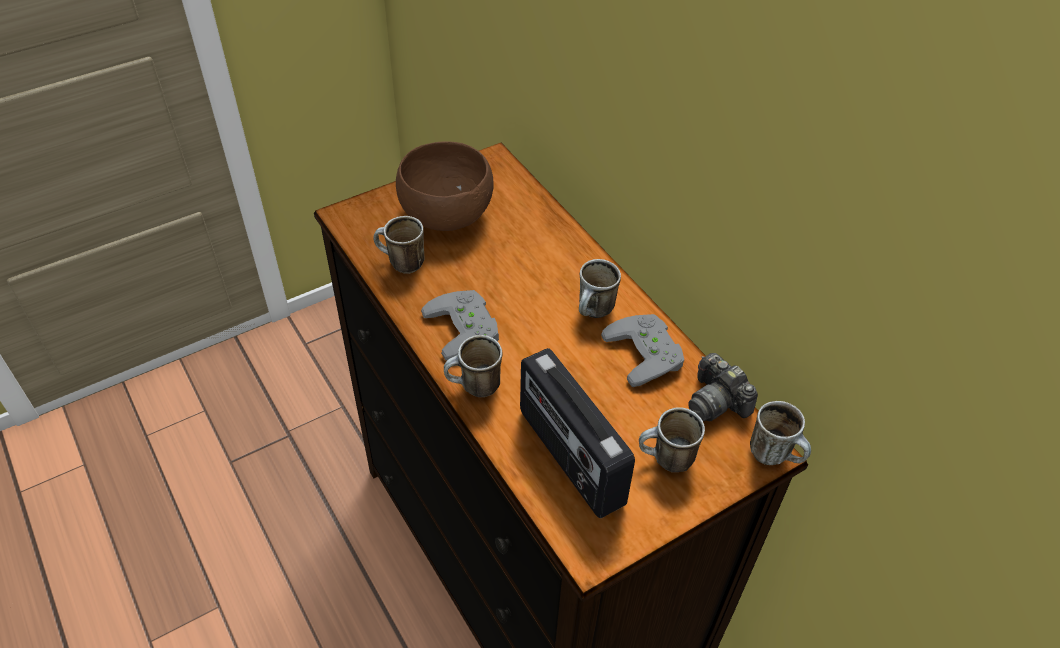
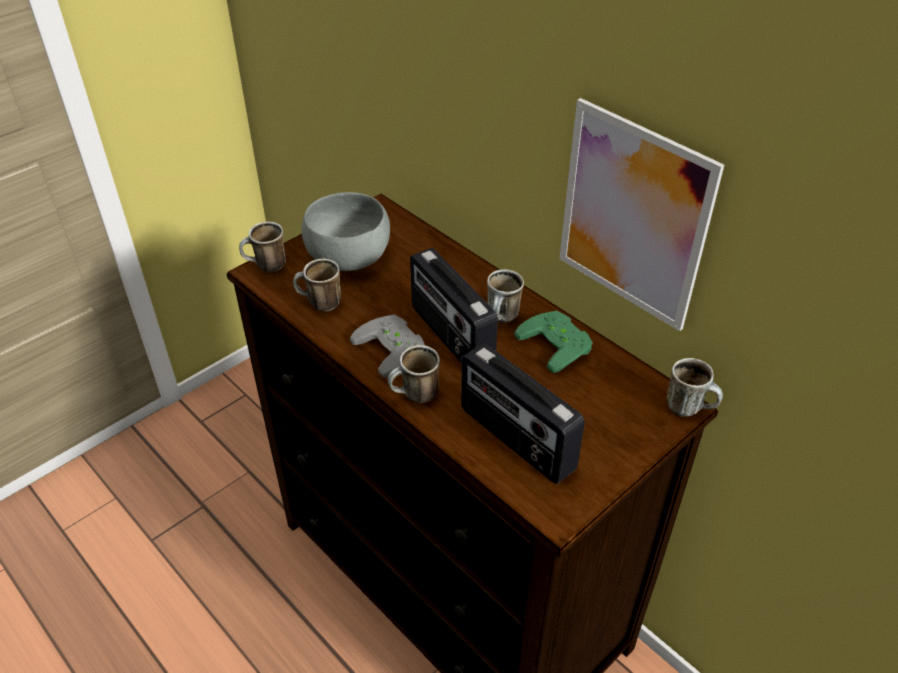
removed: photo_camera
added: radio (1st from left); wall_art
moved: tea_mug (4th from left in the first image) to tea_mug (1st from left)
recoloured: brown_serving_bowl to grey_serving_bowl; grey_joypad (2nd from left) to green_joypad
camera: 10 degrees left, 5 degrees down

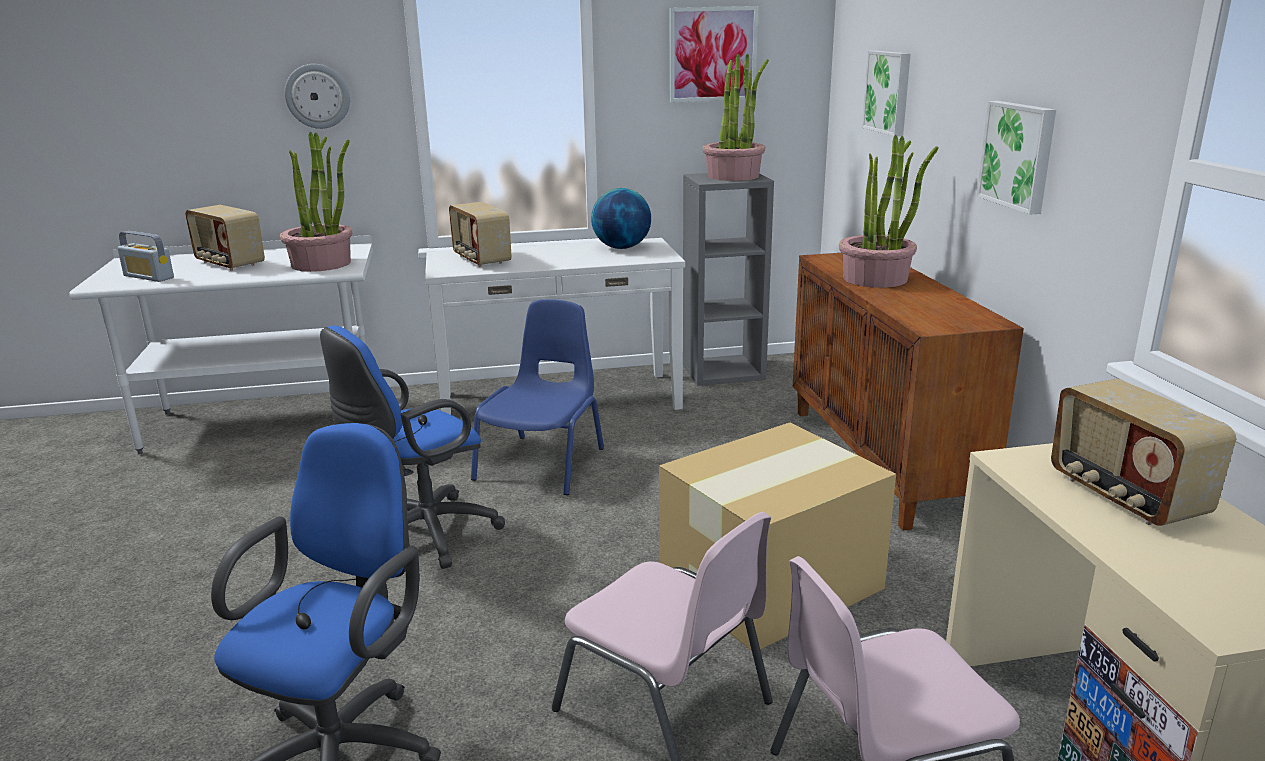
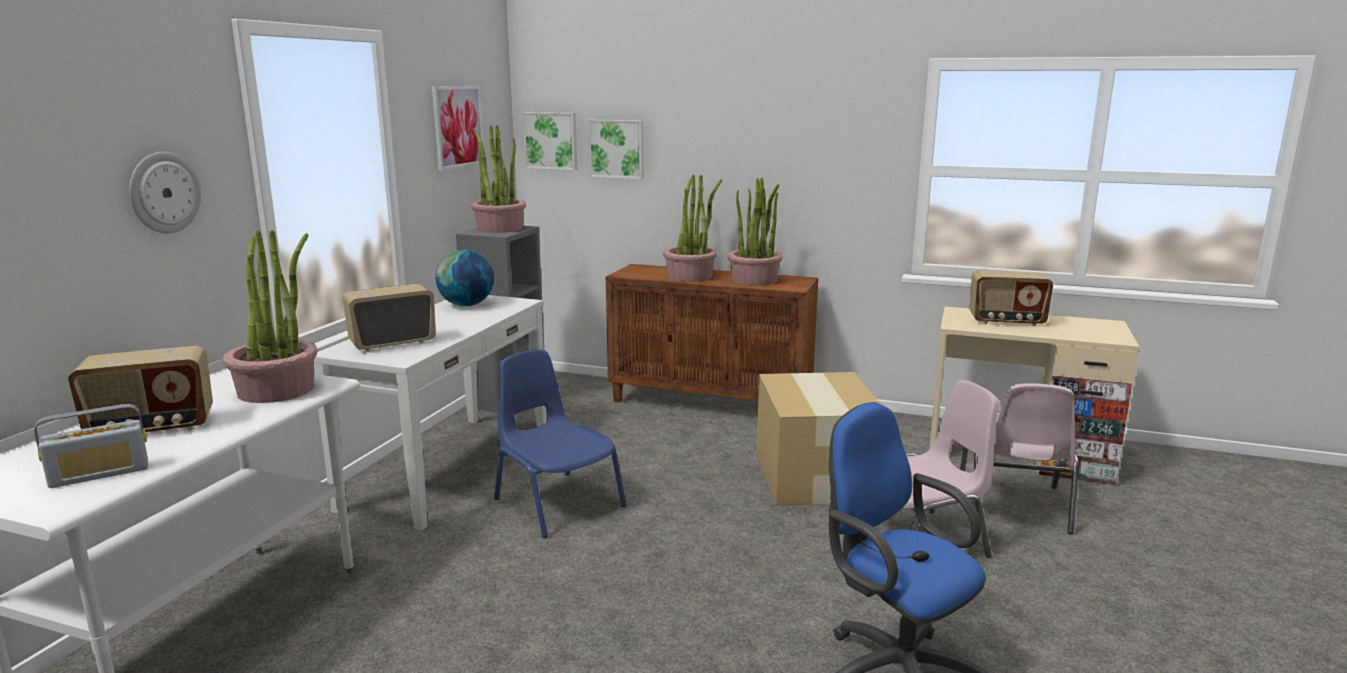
removed: blue-coloured_desk_chair (2nd from left)
added: plant_in_a_pot (4th from left)
moved: wall_art (3rd from left in the first image) to wall_art (2nd from left)
turned: radio (3rd from left) 150 degrees clockwise
camera: 60 degrees left, 5 degrees down

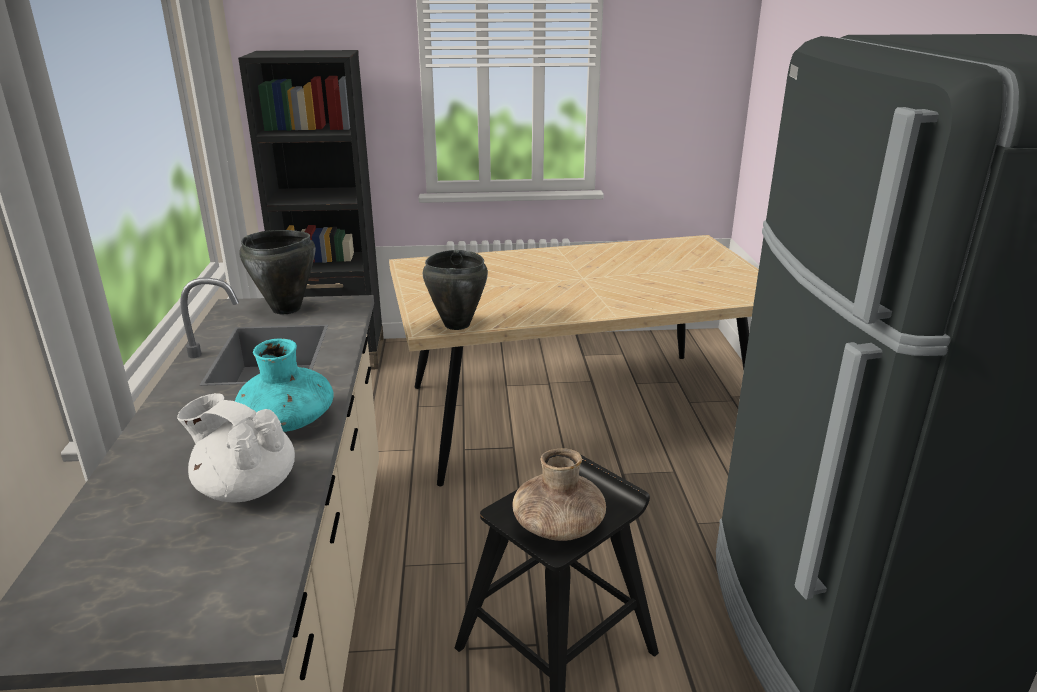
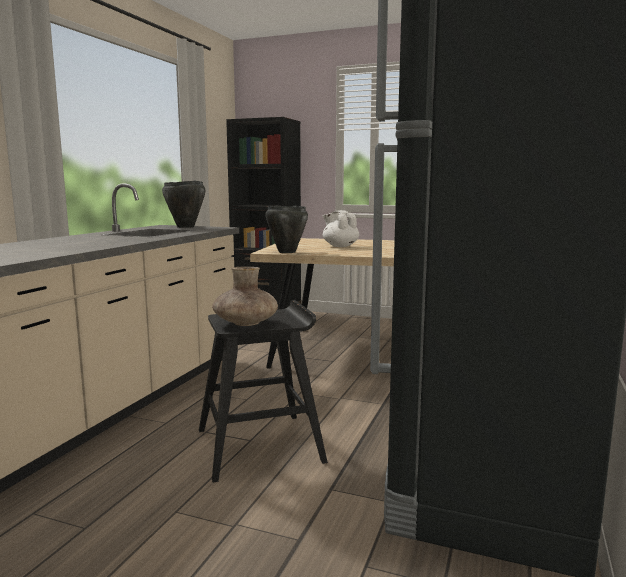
removed: turquoise_vase
moved: white_tea_pot
camera: 25 degrees right, 15 degrees down

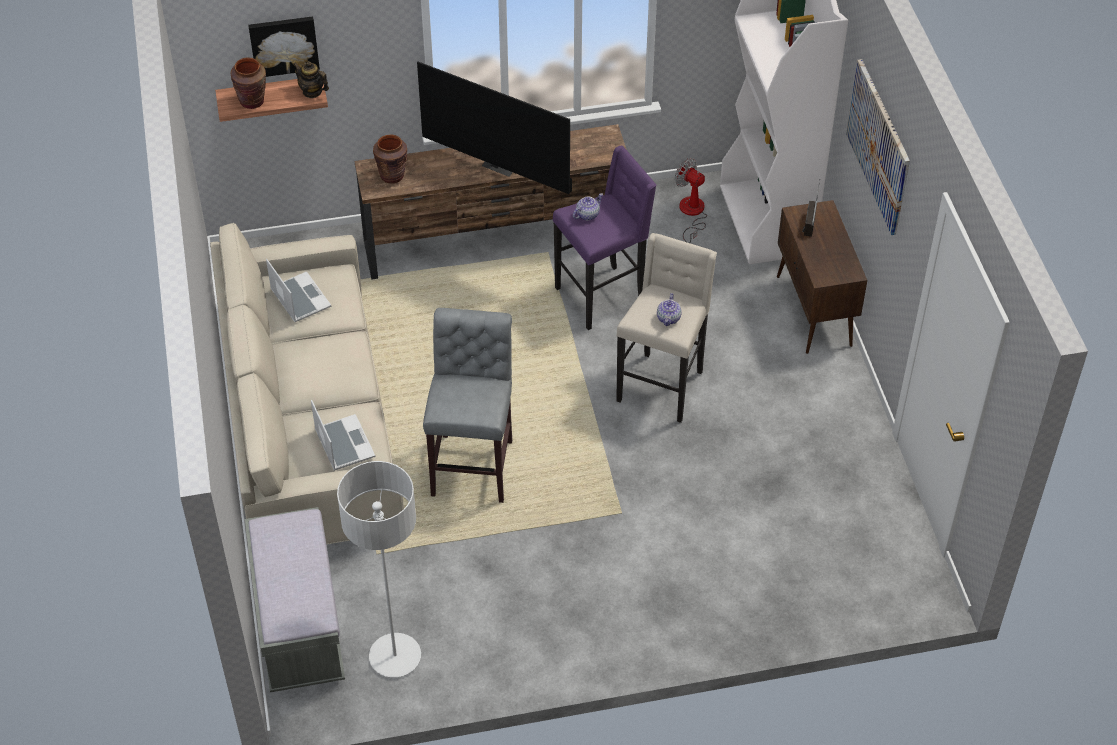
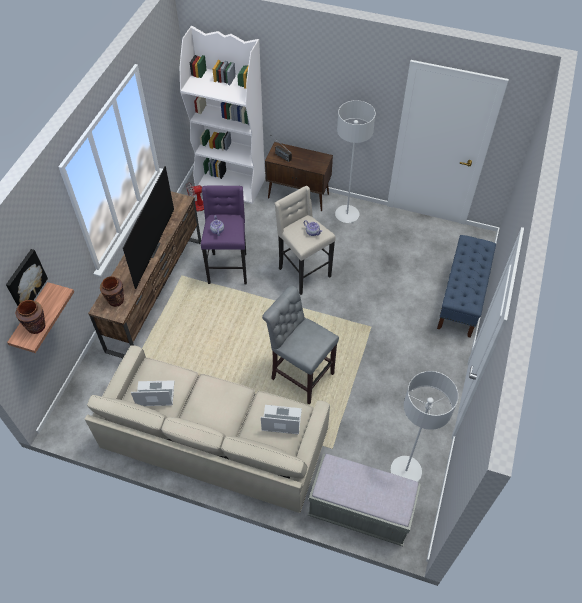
removed: tea_pot (1st from left); wall_art (2nd from left)
added: grey_standing_lamp (1st from left); blue-coloured_long_seat
turned: TV 45 degrees counterclockwise
camera: 60 degrees left, 5 degrees up

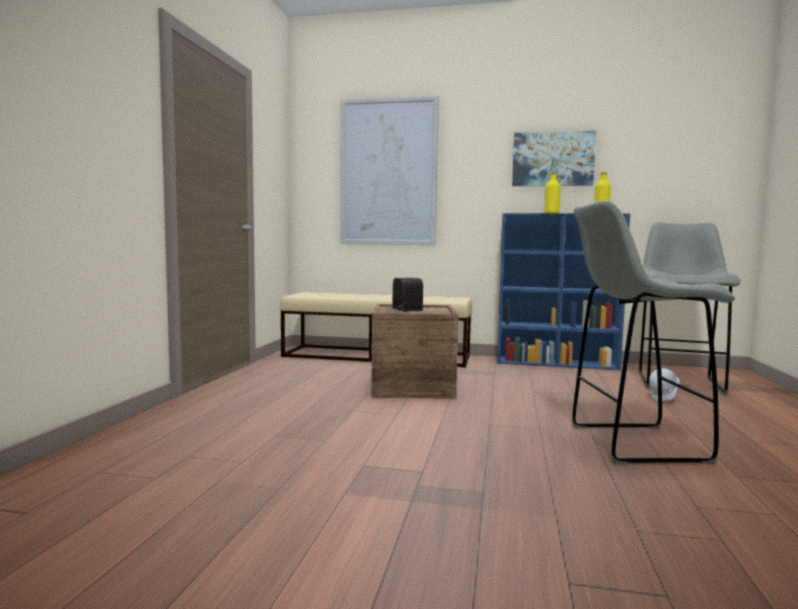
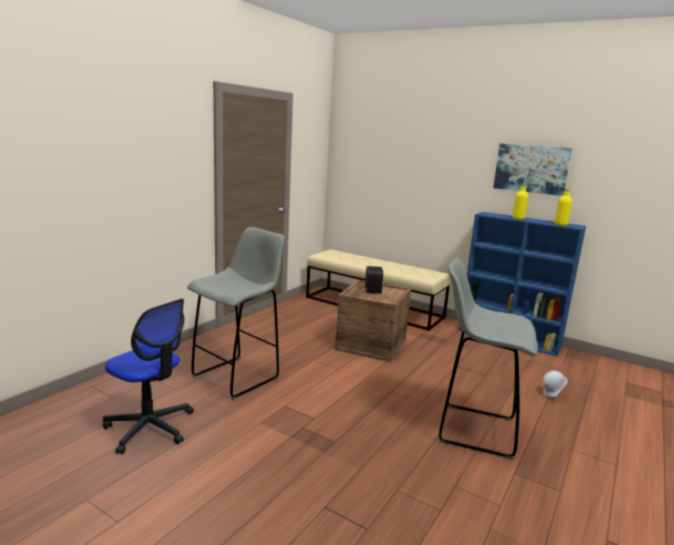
removed: wall_art (1st from left)
added: desk_chair
moved: grey_sitting_stool (2nd from left in the first image) to grey_sitting_stool (1st from left)
camera: 20 degrees right, 10 degrees up

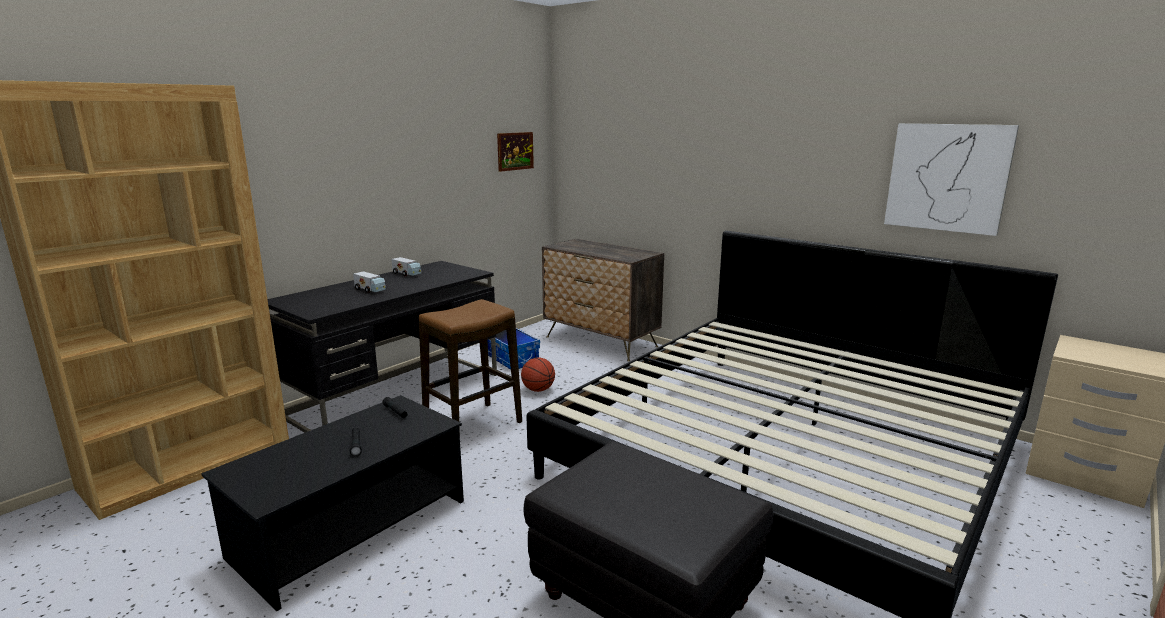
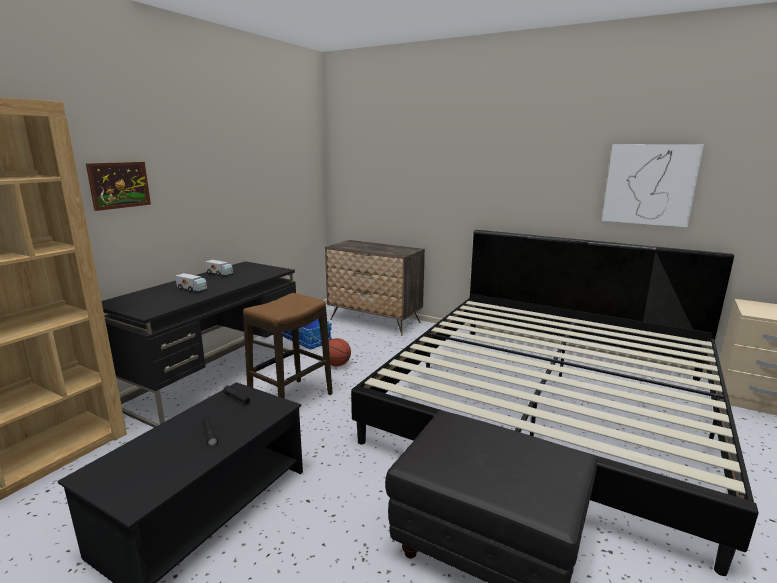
moved: wall_art (1st from left)
camera: 10 degrees left, 0 degrees up

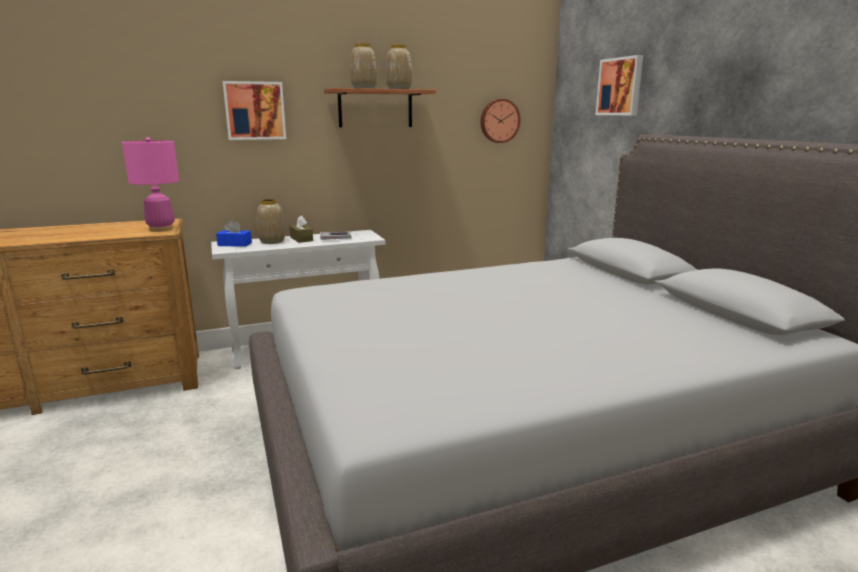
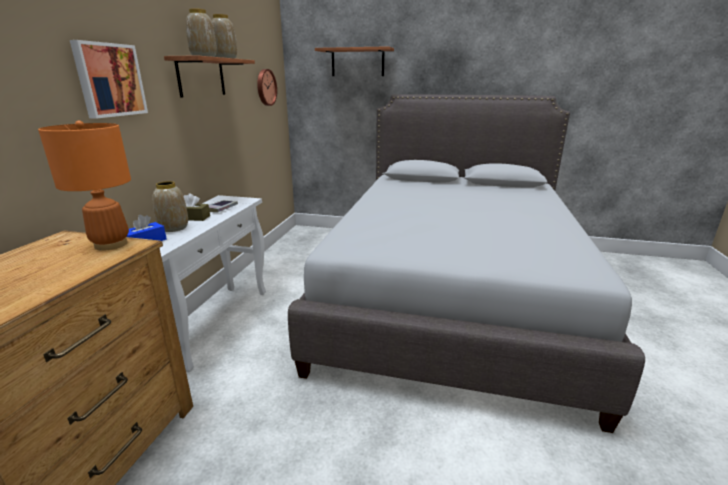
replaced: wall_art (2nd from left) to wall_shelf (2nd from left)
recoloured: pinkish_table_lamp to orangey_table_lamp
camera: 55 degrees left, 5 degrees up

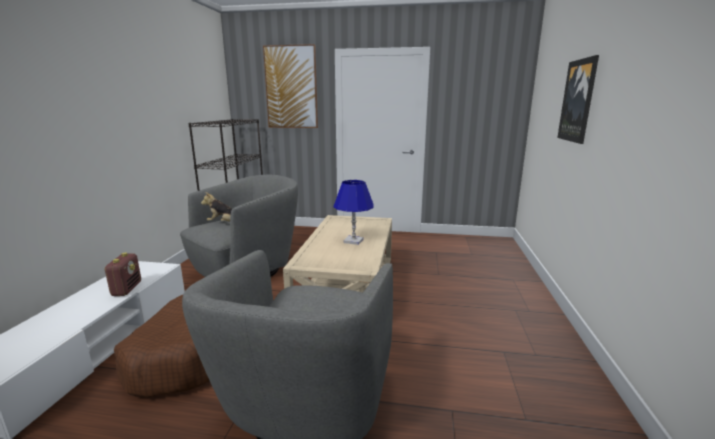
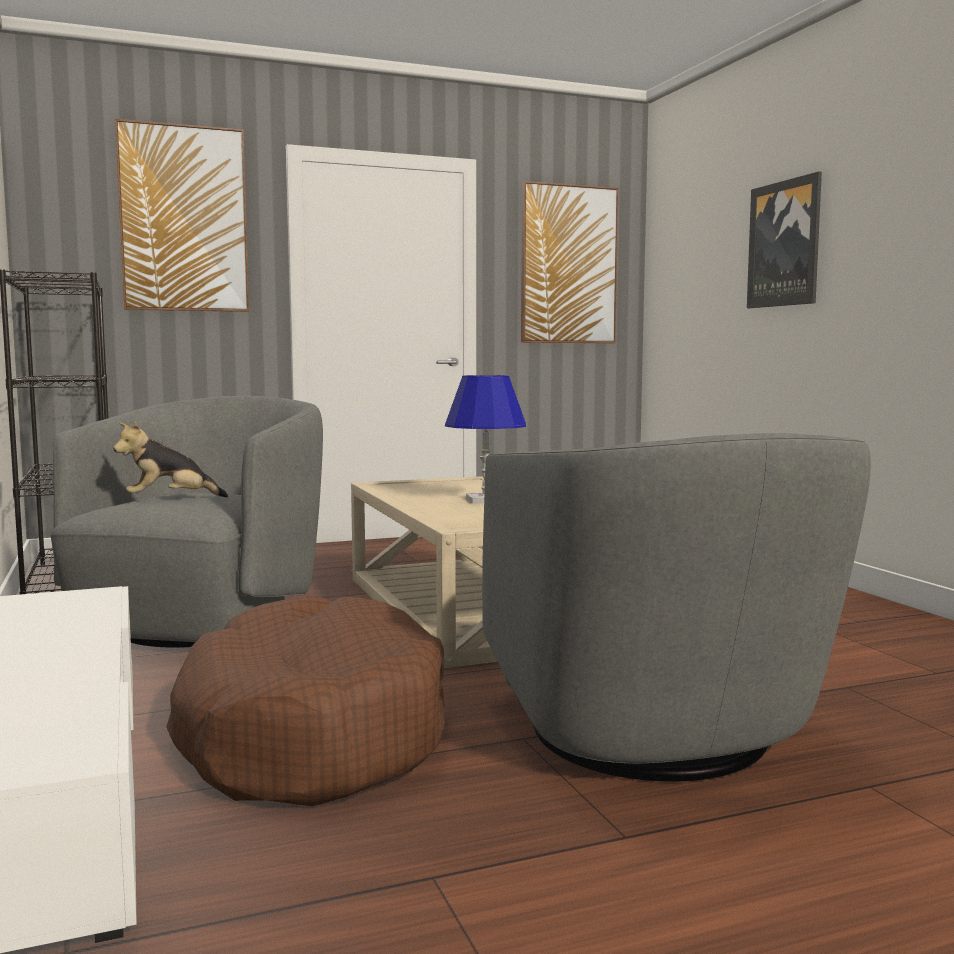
removed: radio
added: wall_art (2nd from left)
camera: 30 degrees left, 10 degrees down

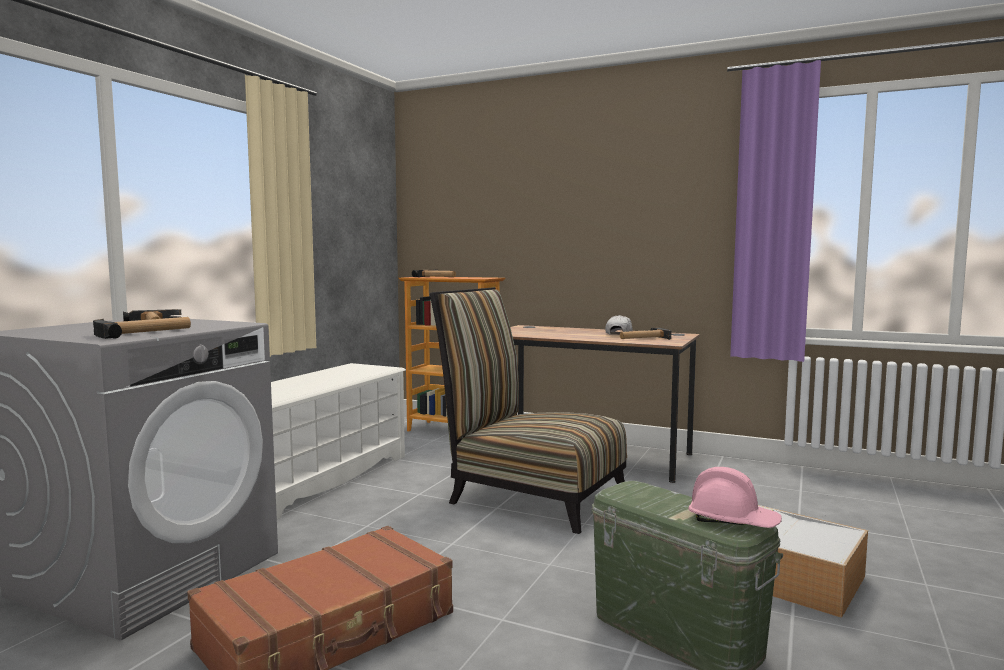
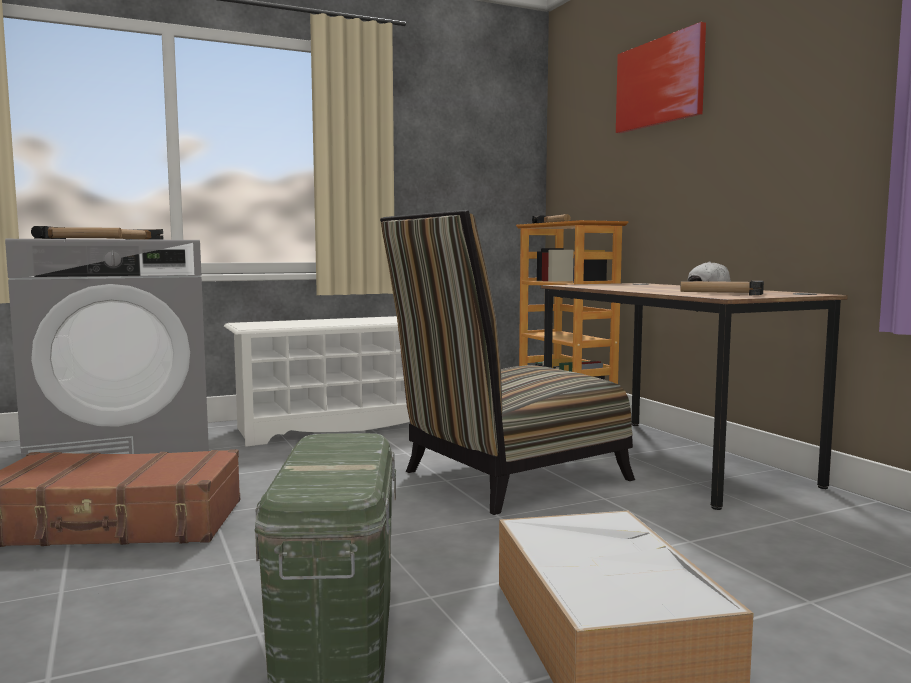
removed: pinkish_work_helmet
added: wall_art
turned: chair 105 degrees counterclockwise
camera: 40 degrees right, 0 degrees up

